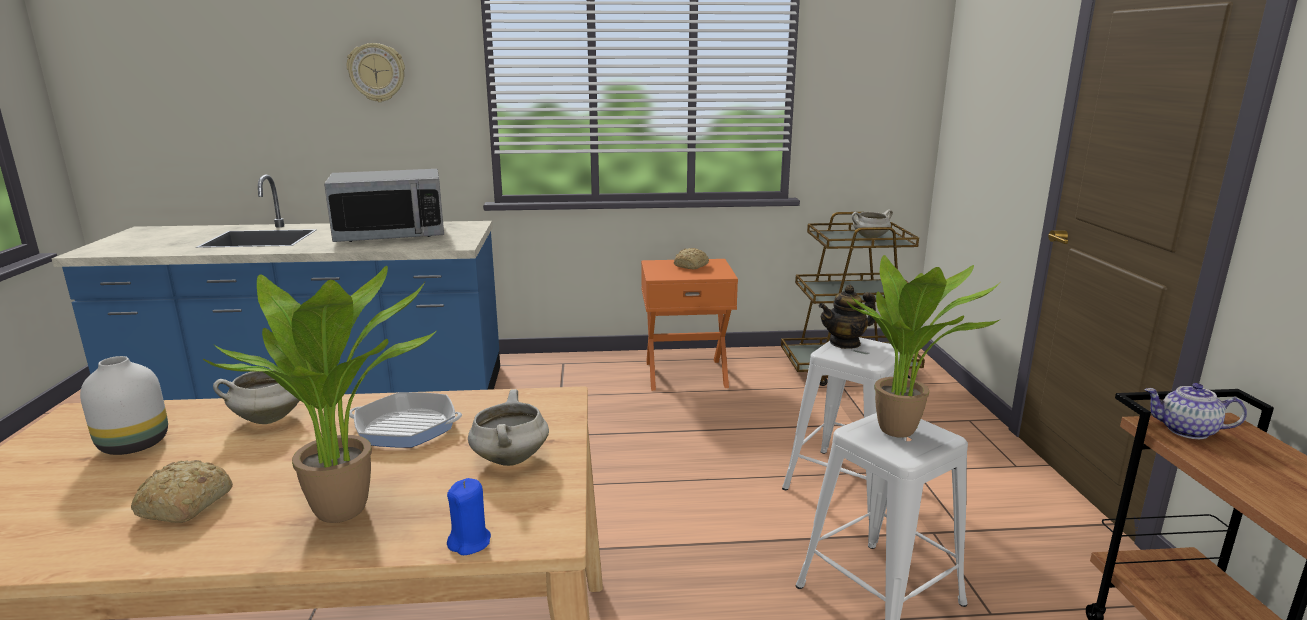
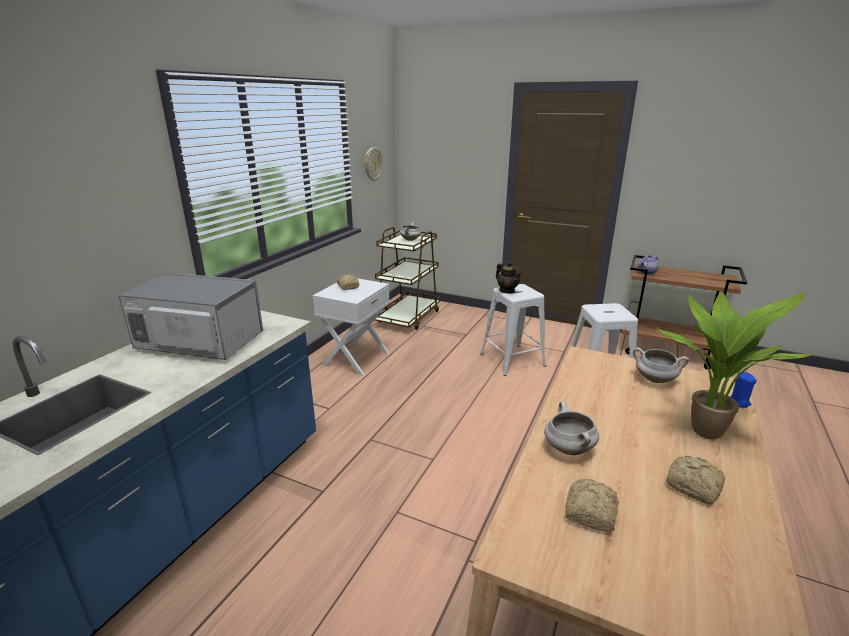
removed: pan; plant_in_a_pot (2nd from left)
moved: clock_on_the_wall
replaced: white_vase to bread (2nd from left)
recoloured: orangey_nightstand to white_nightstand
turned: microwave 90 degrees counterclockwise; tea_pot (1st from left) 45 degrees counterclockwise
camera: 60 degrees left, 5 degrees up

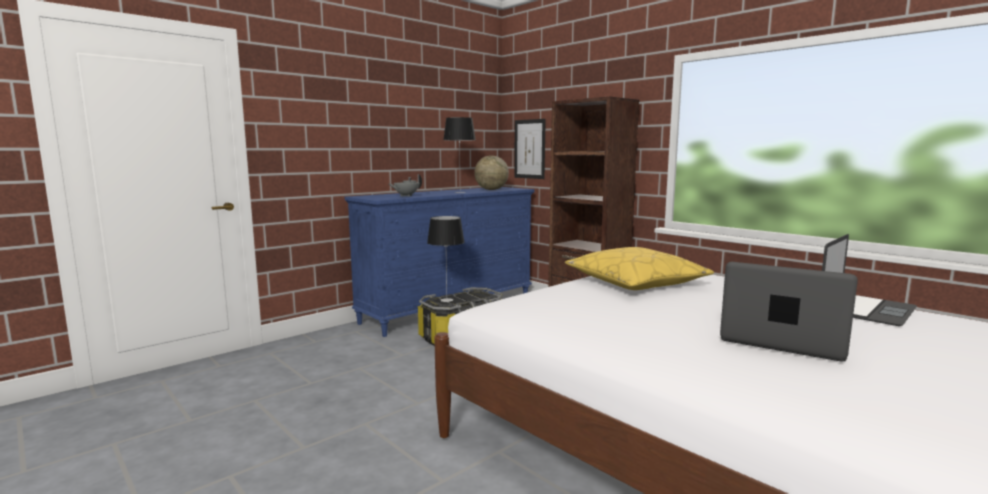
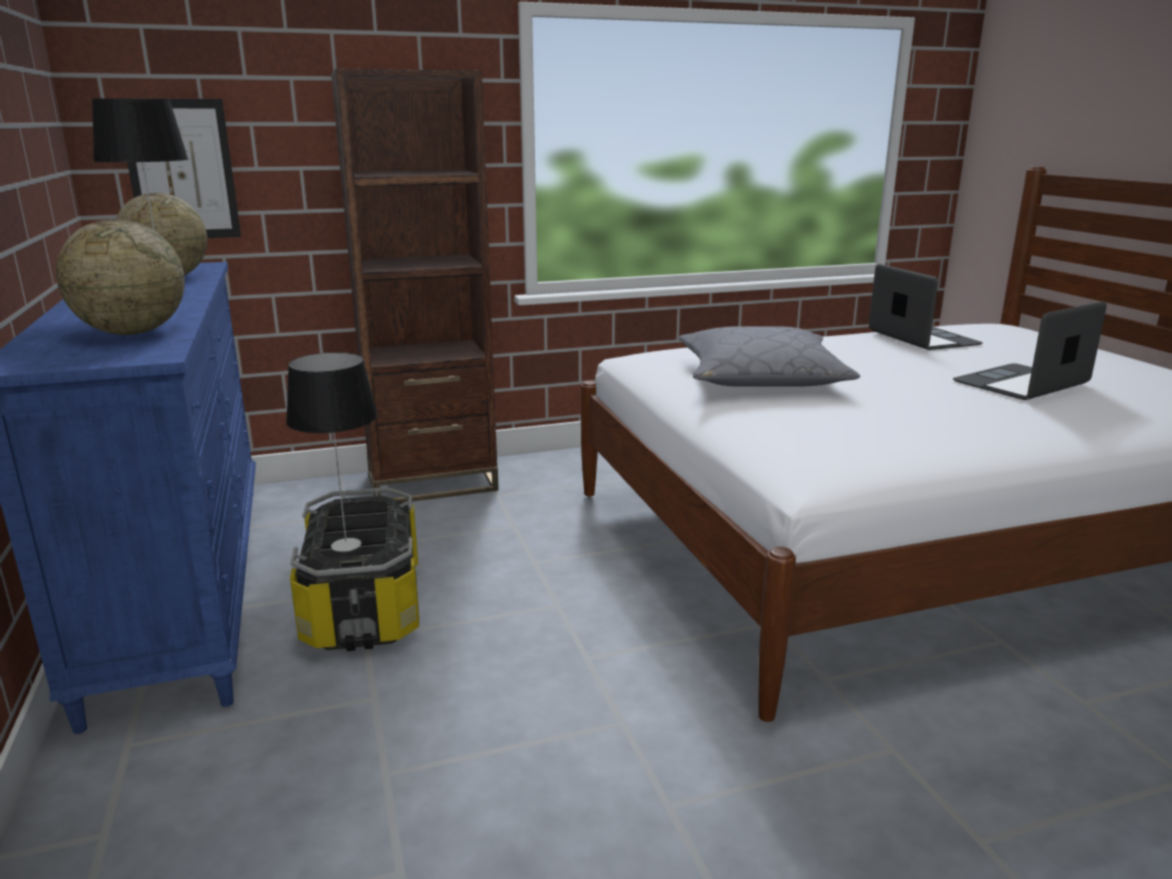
replaced: grey_tea_pot to desk_globe (1st from left)
recoloured: yellowish_pillow to grey_pillow
camera: 65 degrees left, 10 degrees up

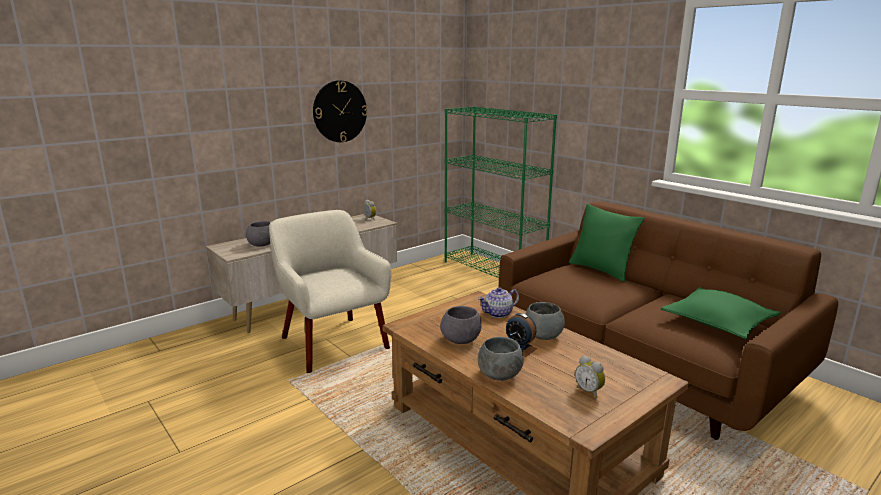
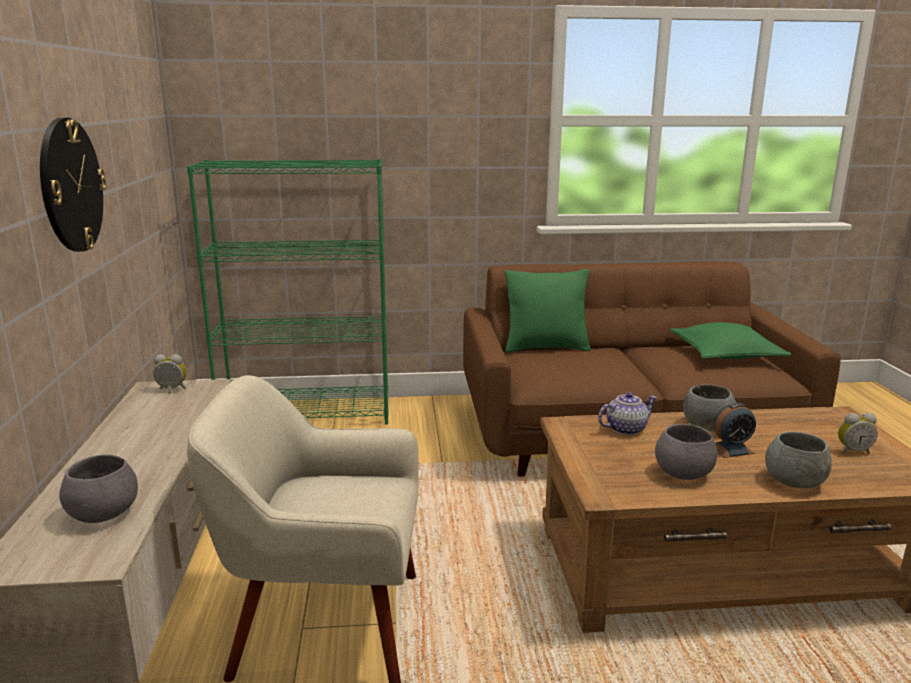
turned: tea_pot 120 degrees counterclockwise
camera: 55 degrees left, 0 degrees up

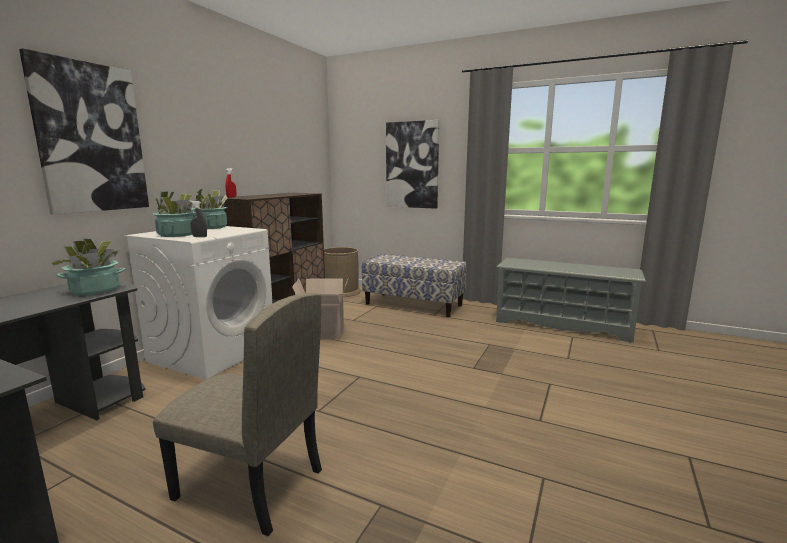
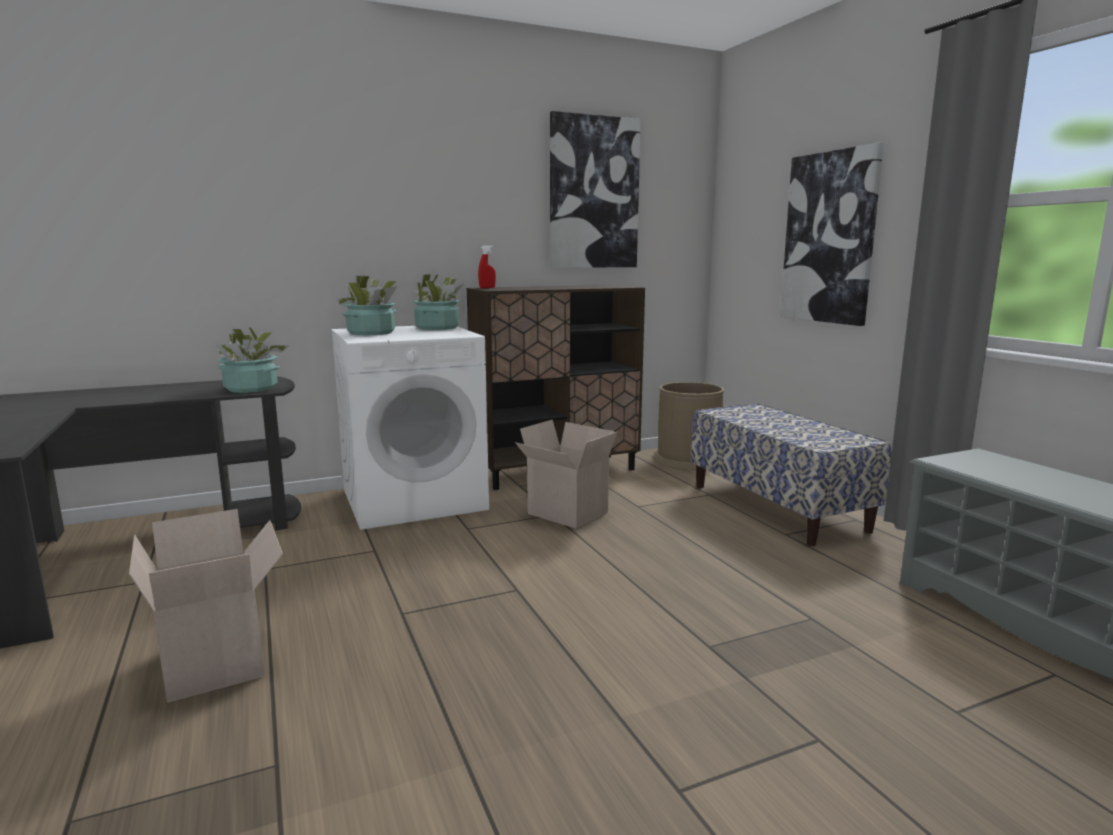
removed: grey_spray_bottle
moved: wall_art (1st from left)
replaced: sand-coloured_chair to packing_box (1st from left)
camera: 40 degrees right, 0 degrees up

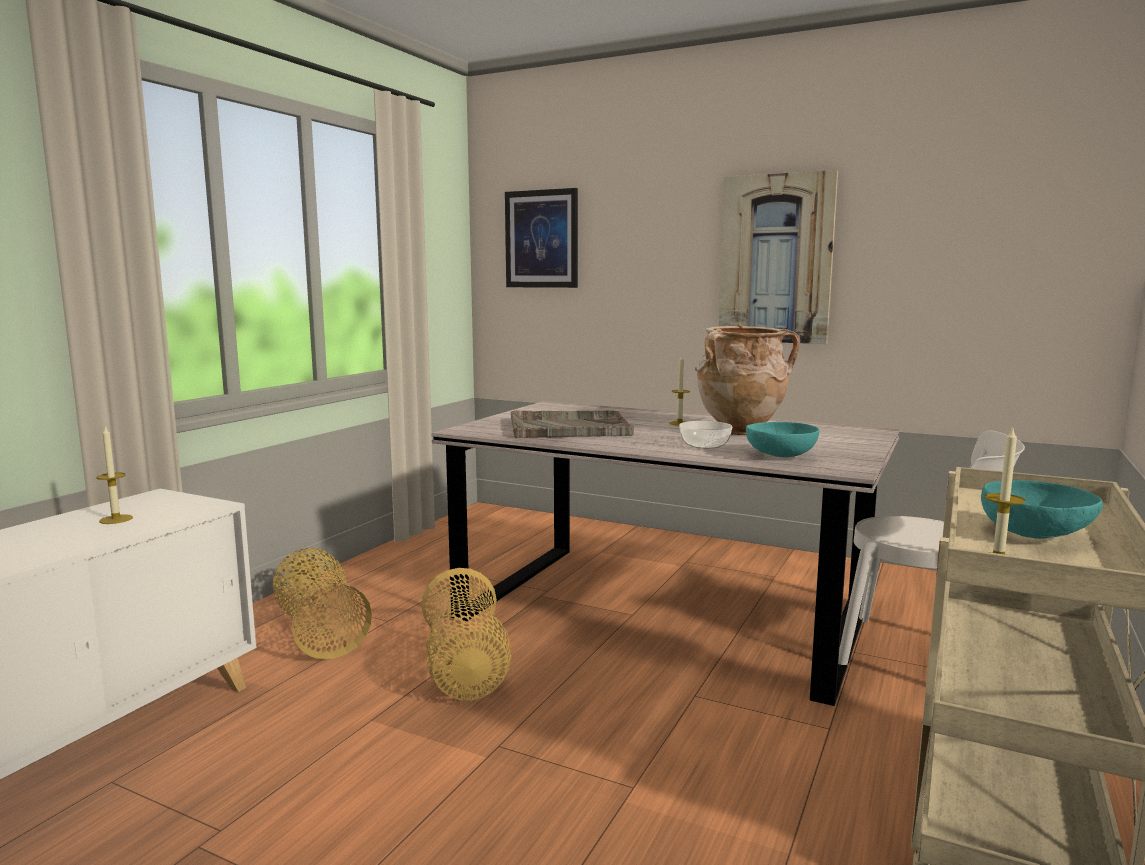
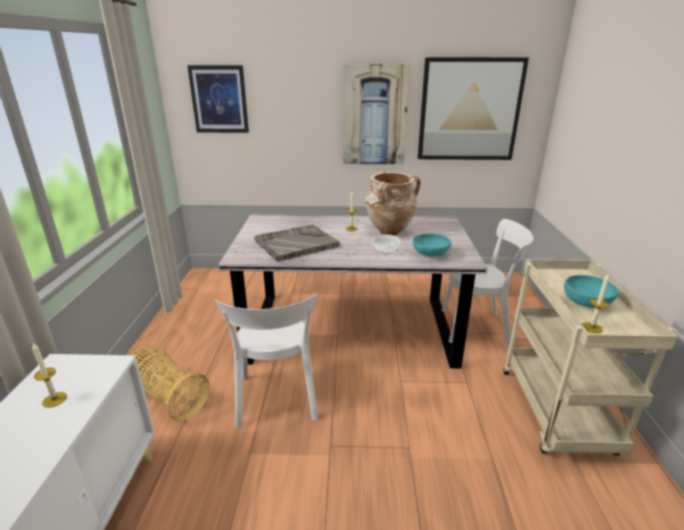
added: wall_art (3rd from left)
replaced: basket (2nd from left) to white_chair (1st from left)
camera: 25 degrees left, 15 degrees up

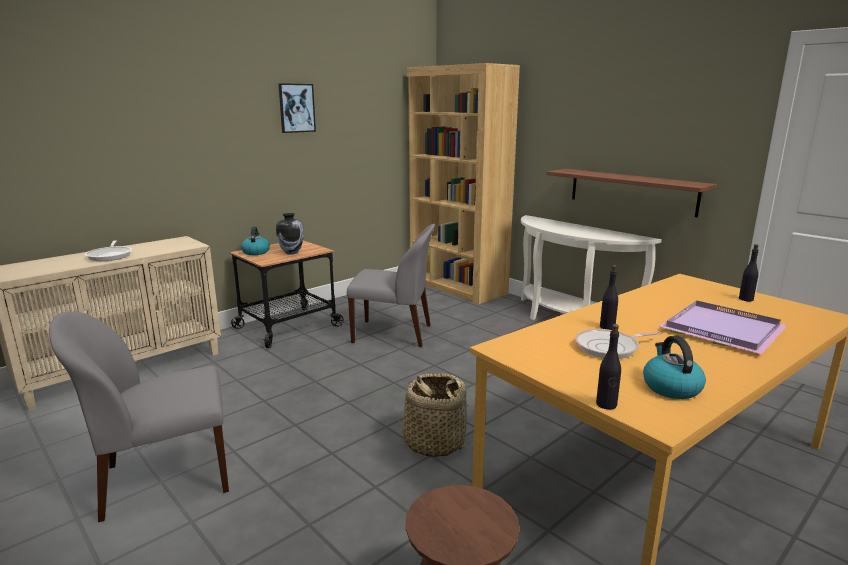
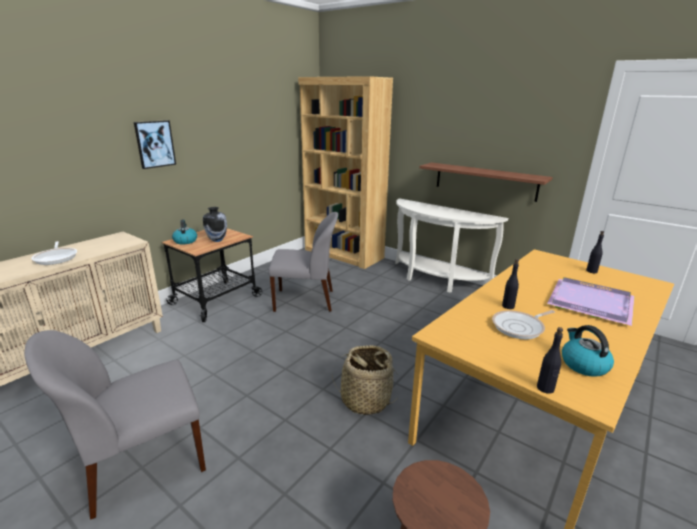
moved: wall_art
camera: 10 degrees left, 5 degrees up

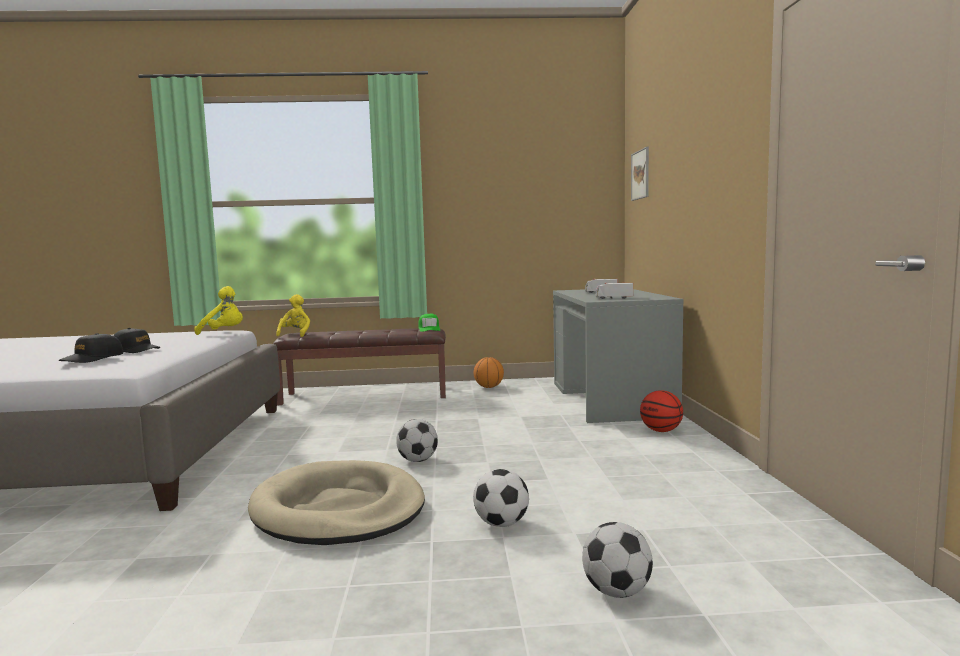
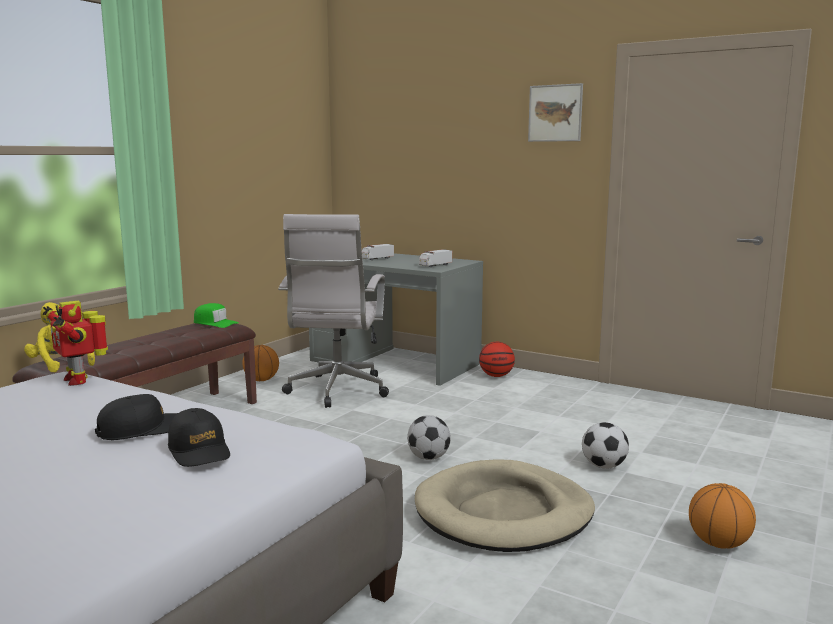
removed: football_ball (3rd from left)
added: white_desk_chair; basketball (3rd from left)
moved: wall_art
replaced: yellowish_plush_toy (1st from left) to model_robot
camera: 55 degrees left, 5 degrees up

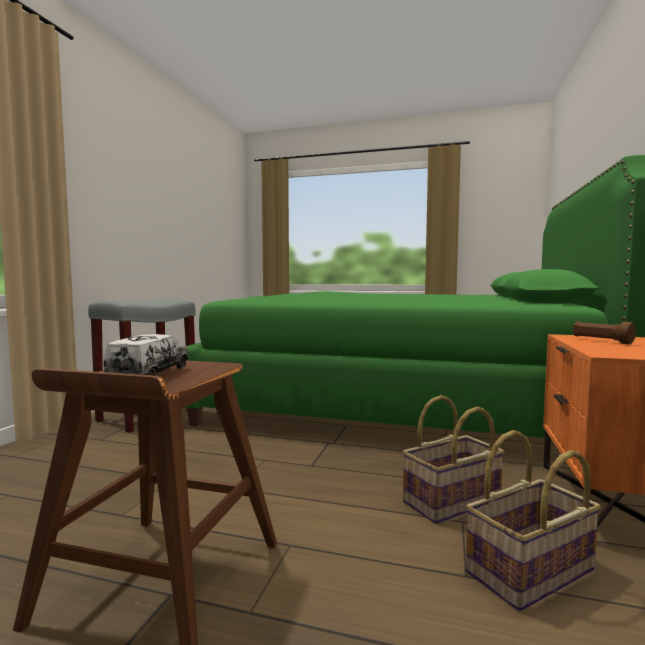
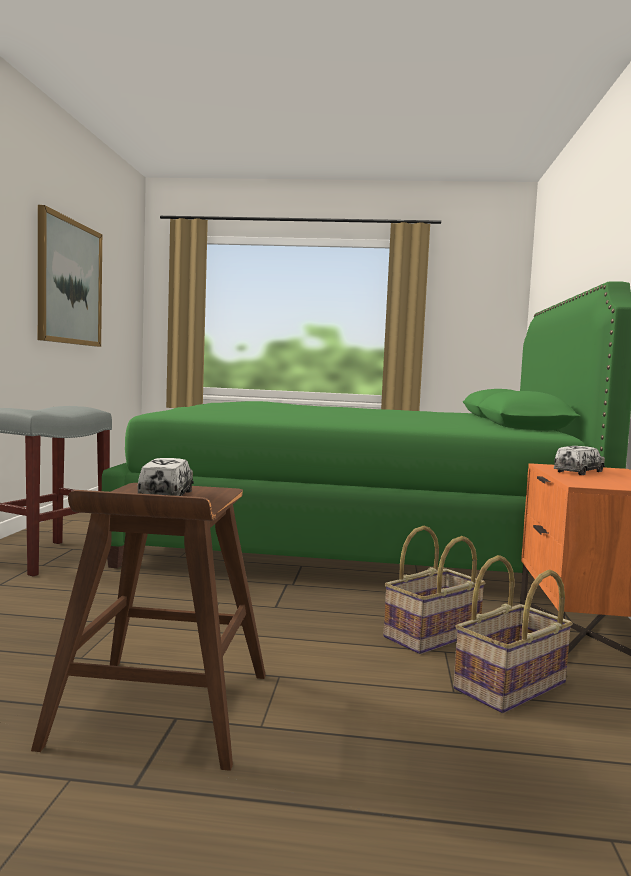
added: wall_art
replaced: brown_flashlight to model_truck (2nd from left)
camera: 10 degrees left, 0 degrees up

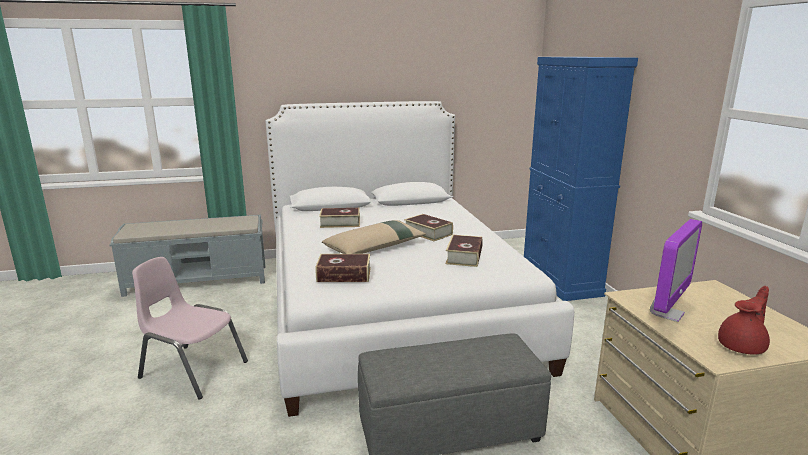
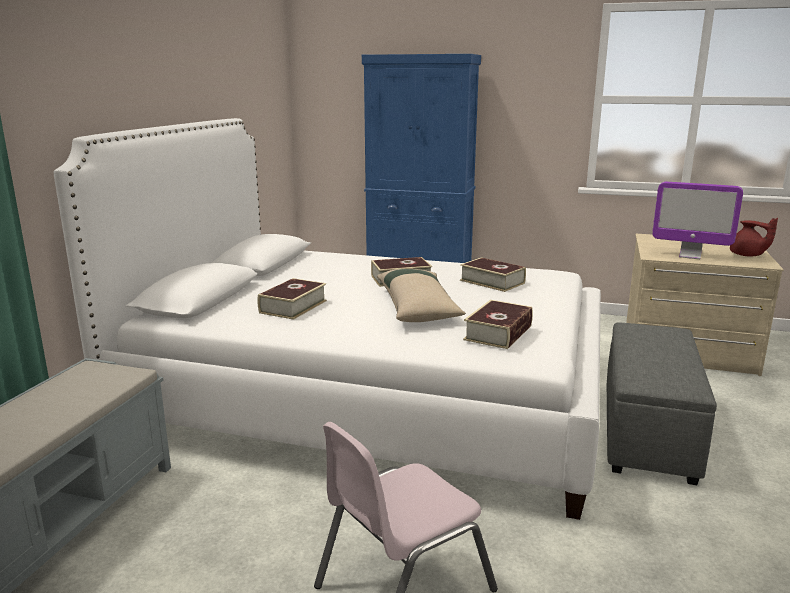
turned: computer_screen 135 degrees clockwise; red-coloured_tea_pot 150 degrees clockwise
camera: 60 degrees left, 0 degrees up

